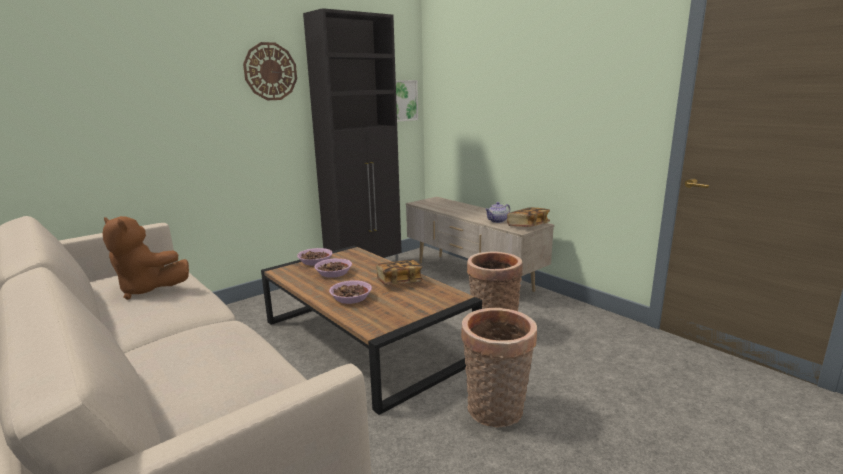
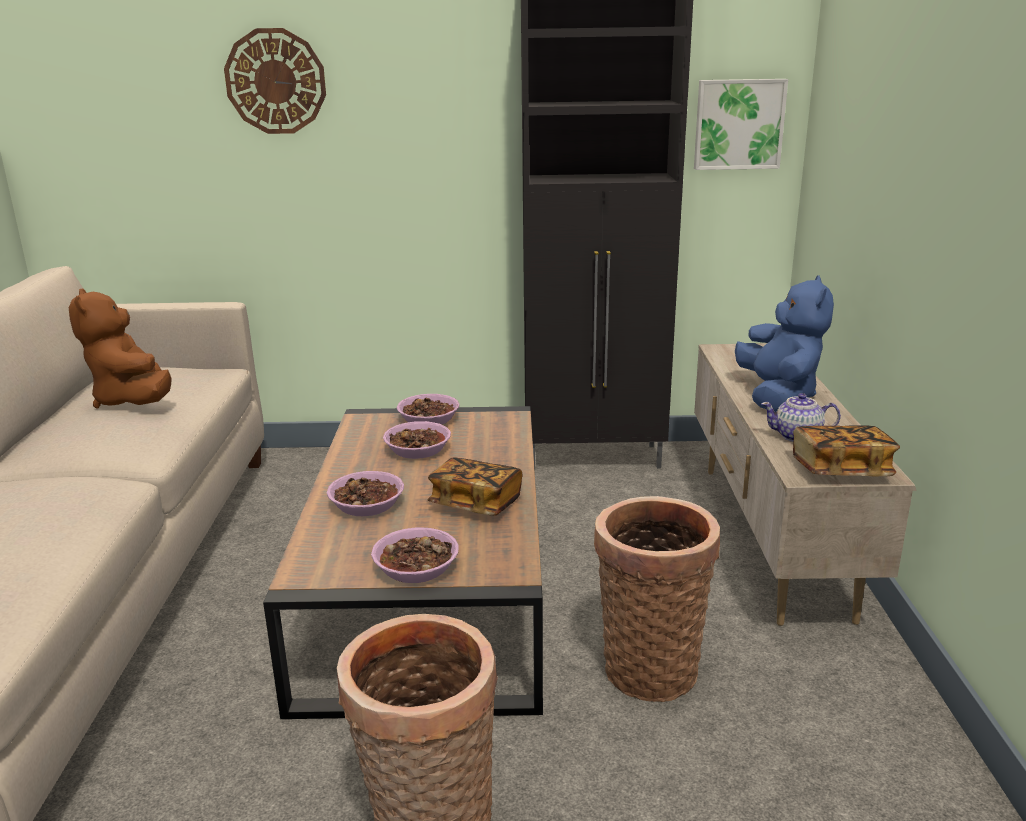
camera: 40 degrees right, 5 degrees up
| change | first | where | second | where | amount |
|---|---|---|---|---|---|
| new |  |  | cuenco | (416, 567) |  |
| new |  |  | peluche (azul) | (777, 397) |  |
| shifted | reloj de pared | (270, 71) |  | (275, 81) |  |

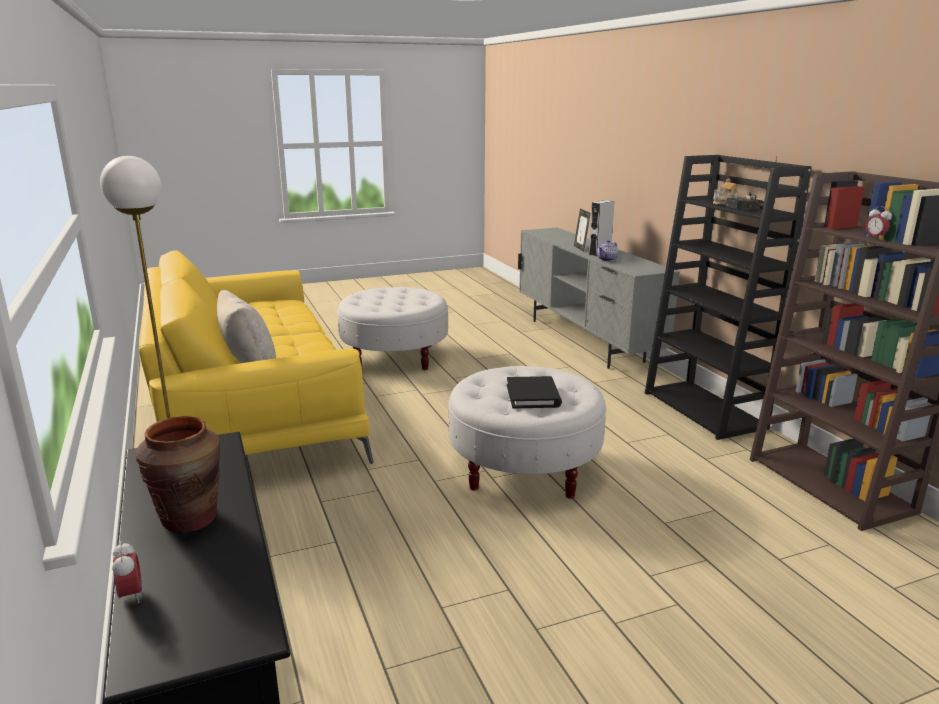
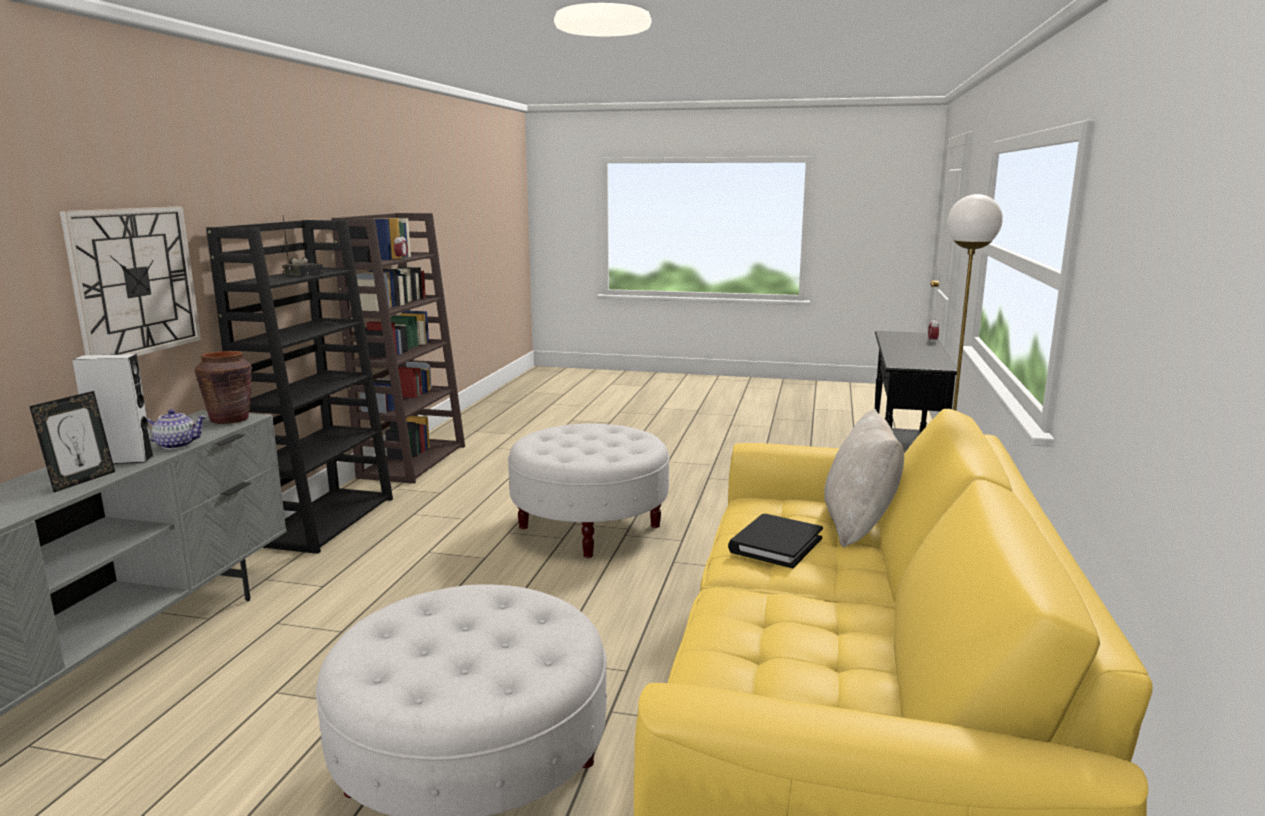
camera: 145 degrees left, 5 degrees down
| change | first | where | second | where | amount |
|---|---|---|---|---|---|
| gone | tetera | (724, 203) |  |  |  |
| new |  |  | reloj de pared | (135, 282) |  |
| shifted | florero (marrón) | (189, 519) |  | (230, 420) |  |
| shifted | libro (negro) | (533, 396) |  | (775, 545) |  |

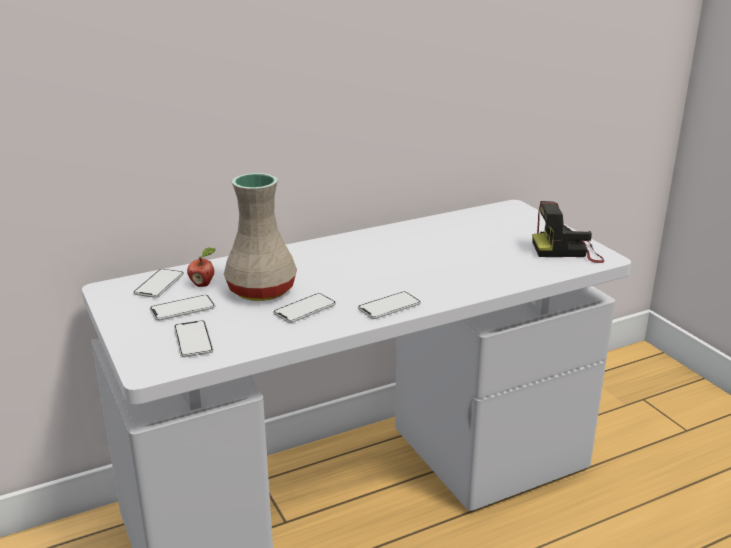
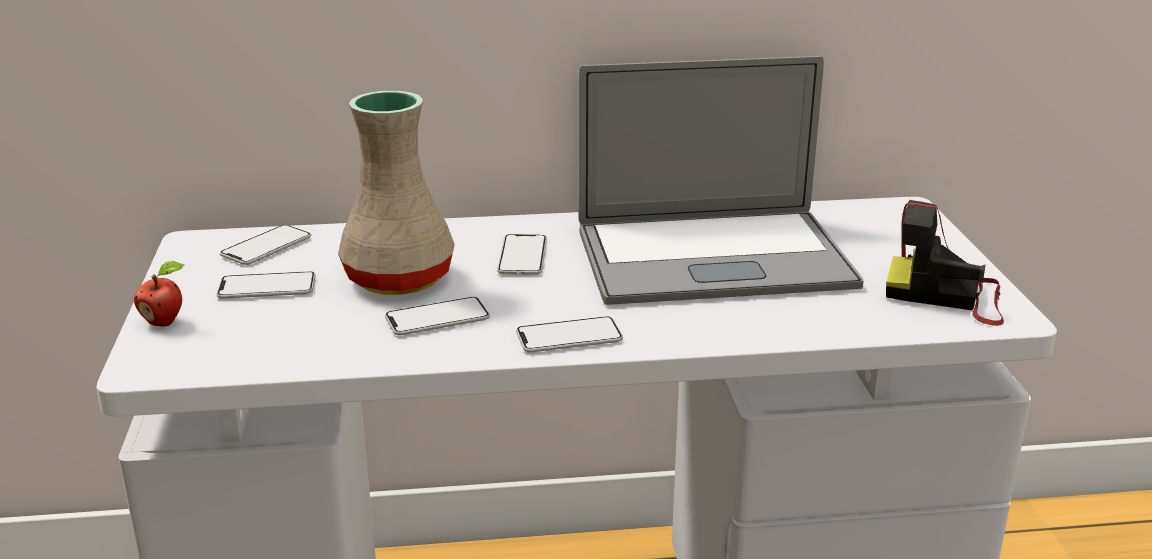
camera: 20 degrees right, 0 degrees up
| change | first | where | second | where | amount |
|---|---|---|---|---|---|
| new |  |  | portátil | (713, 258) |  |
| shifted | móvil | (193, 340) |  | (522, 256) |  |
| shifted | manzana | (203, 284) |  | (165, 322) |  |

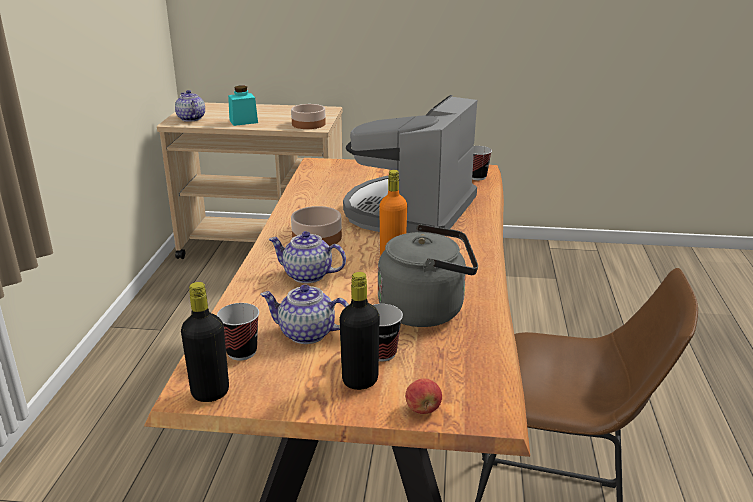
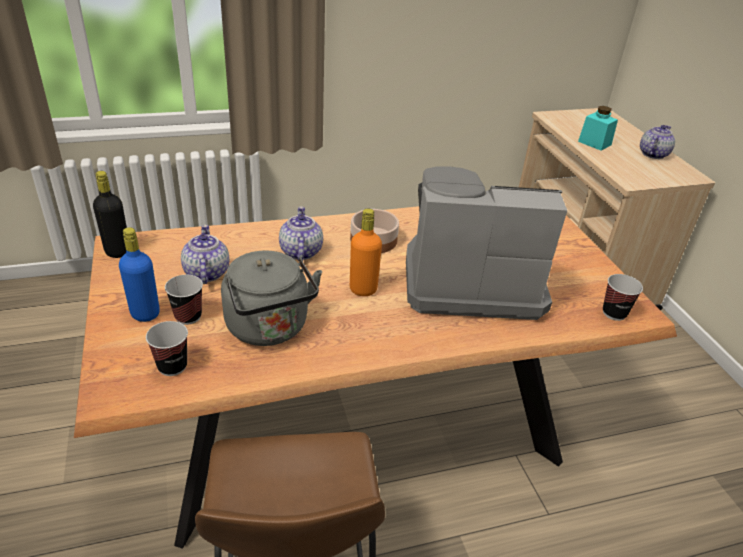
camera: 65 degrees right, 10 degrees up
| change | first | where | second | where | amount |
|---|---|---|---|---|---|
| gone | cuenco | (308, 124) |  |  |  |
| gone | manzana | (423, 409) |  |  |  |
| shifted | tetera | (190, 118) |  | (652, 154) |  |
| shifted | taza | (241, 352) |  | (172, 366) |  |
| repainted | botella (negro) | (360, 380) | botella (azul) | (145, 313) |  |

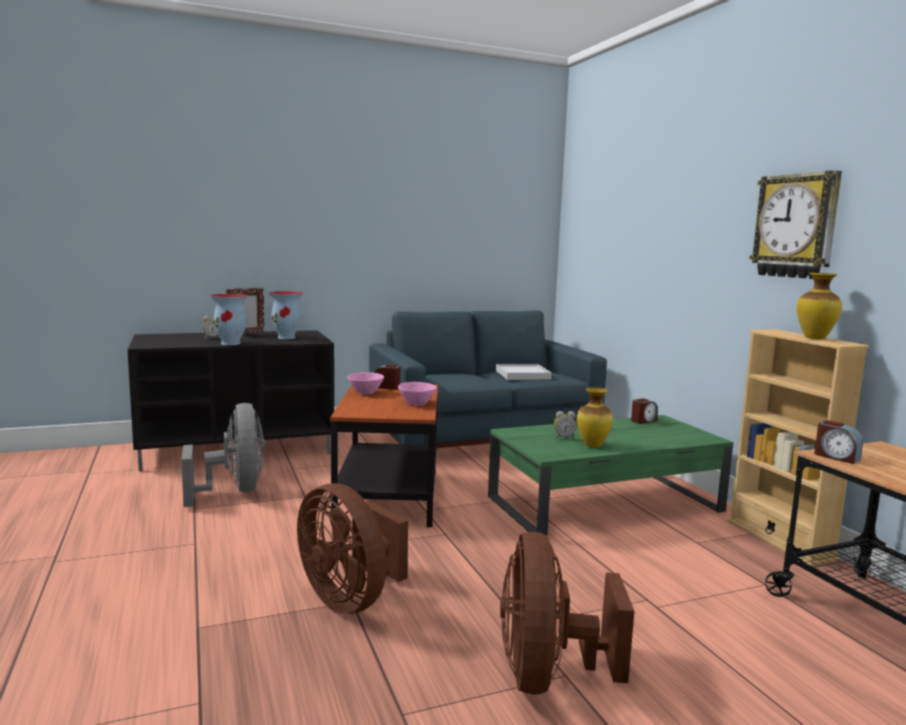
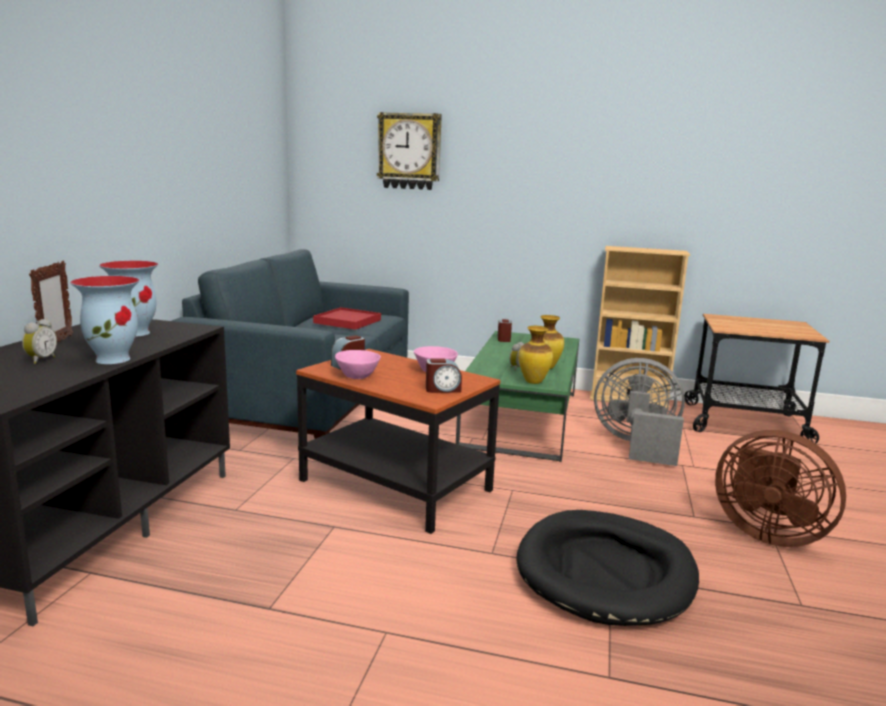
camera: 55 degrees left, 5 degrees up
| change | first | where | second | where | amount |
|---|---|---|---|---|---|
| shifted | ventilador (gris) | (234, 491) |  | (636, 445) |  |
| shifted | reloj de pared | (796, 226) |  | (409, 151) |  |
| shifted | florero | (814, 338) |  | (533, 382) |  |
| shifted | despertador | (836, 457) |  | (443, 389) |  |
| swapped | ventilador (marrón) | (350, 599) | cama para perro (negro) | (605, 572) |  |
| repainted | bandeja (blanco) | (522, 375) | bandeja (rojo) | (347, 321) |  |

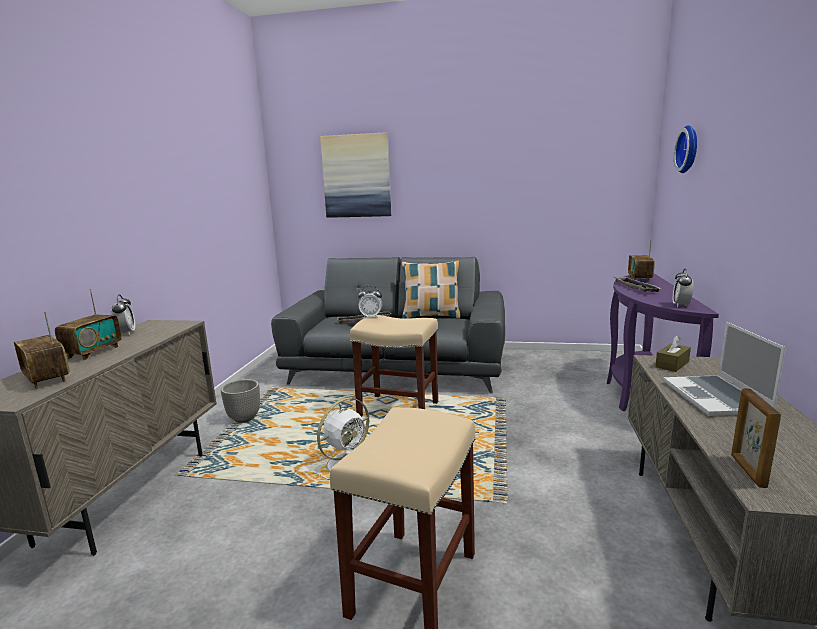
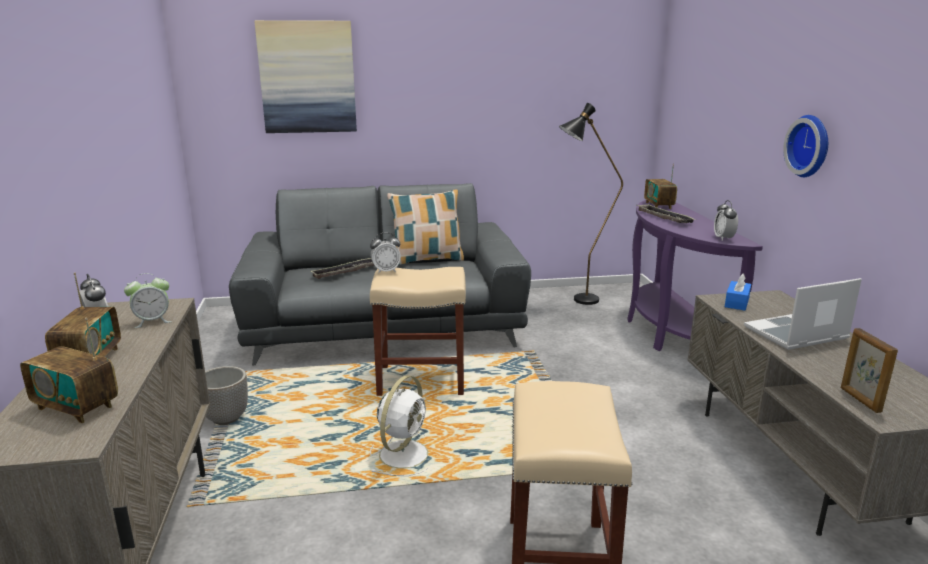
camera: 20 degrees left, 5 degrees up
| change | first | where | second | where | amount |
|---|---|---|---|---|---|
| new |  |  | despertador | (152, 321) |  |
| new |  |  | lámpara de pie (negro) | (577, 301) |  |
| shifted | reloj de pared | (689, 149) |  | (811, 146) |  |
| repainted | caja de pañuelos (marrón) | (672, 364) | caja de pañuelos (azul) | (736, 302) |  |
| rotated | portátil | (717, 398) |  | (795, 334) | 90 degrees clockwise |

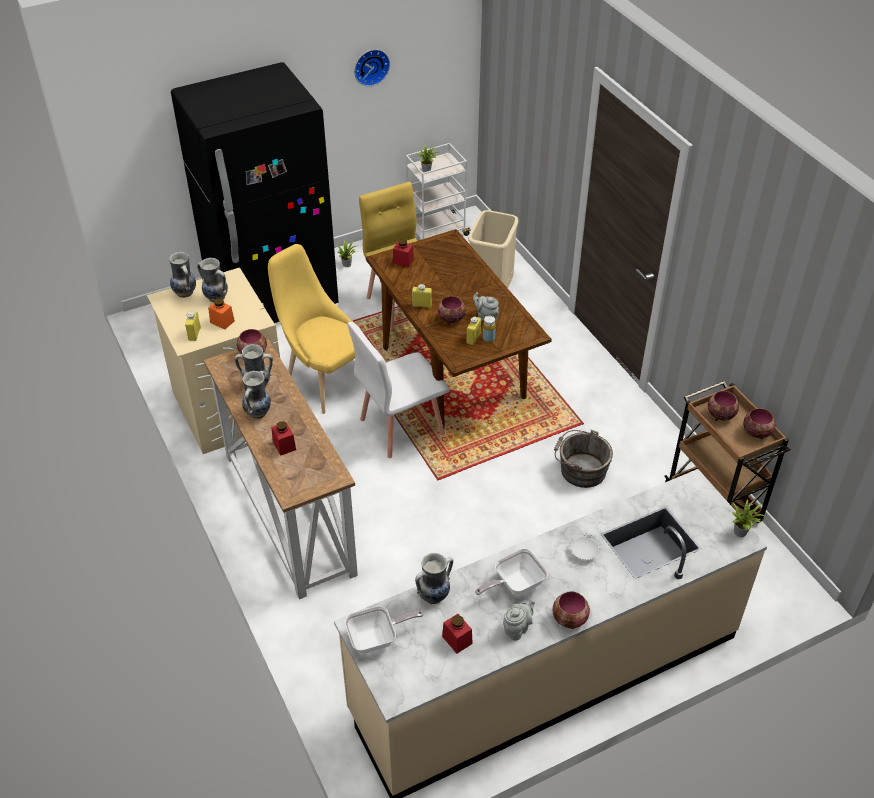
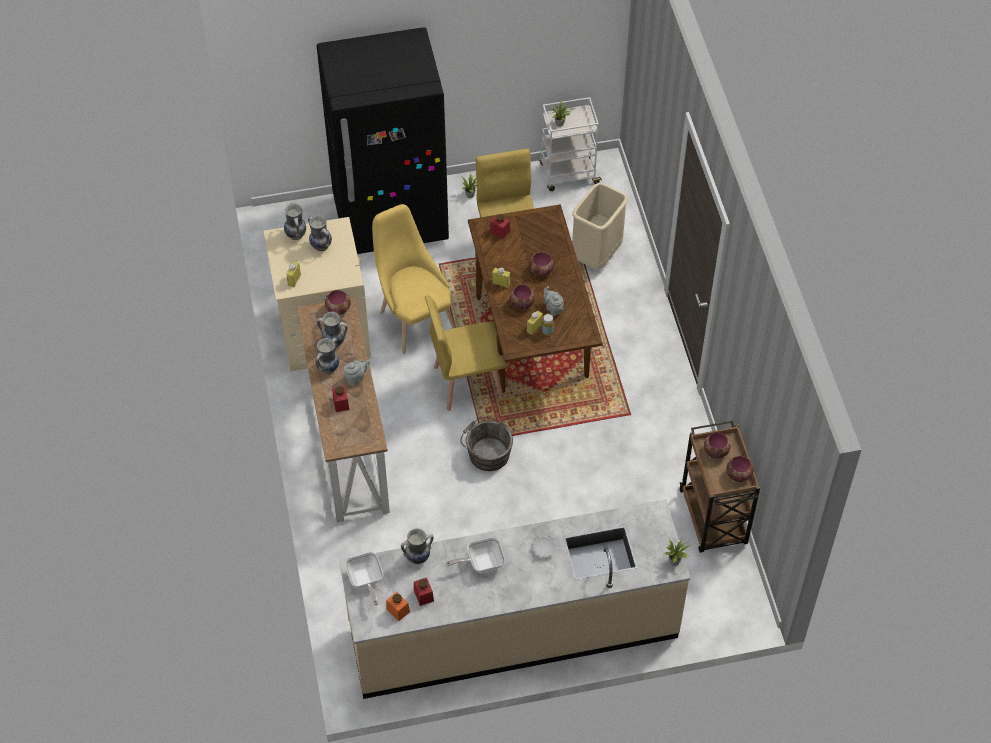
camera: 15 degrees right, 10 degrees up
| change | first | where | second | where | amount |
|---|---|---|---|---|---|
| gone | reloj de pared | (370, 66) |  |  |  |
| shifted | tarro (naranja) | (222, 322) |  | (398, 610) |  |
| shifted | tetera (gris) | (517, 628) |  | (356, 378) |  |
| shifted | cuenco | (570, 620) |  | (541, 271) |  |
| shifted | cubo (gris) | (580, 469) |  | (487, 452) |  |
| repainted | silla (blanco) | (401, 426) | silla (amarillo) | (467, 382) |  |
| rotated | sartén | (377, 639) |  | (365, 581) | 75 degrees clockwise |

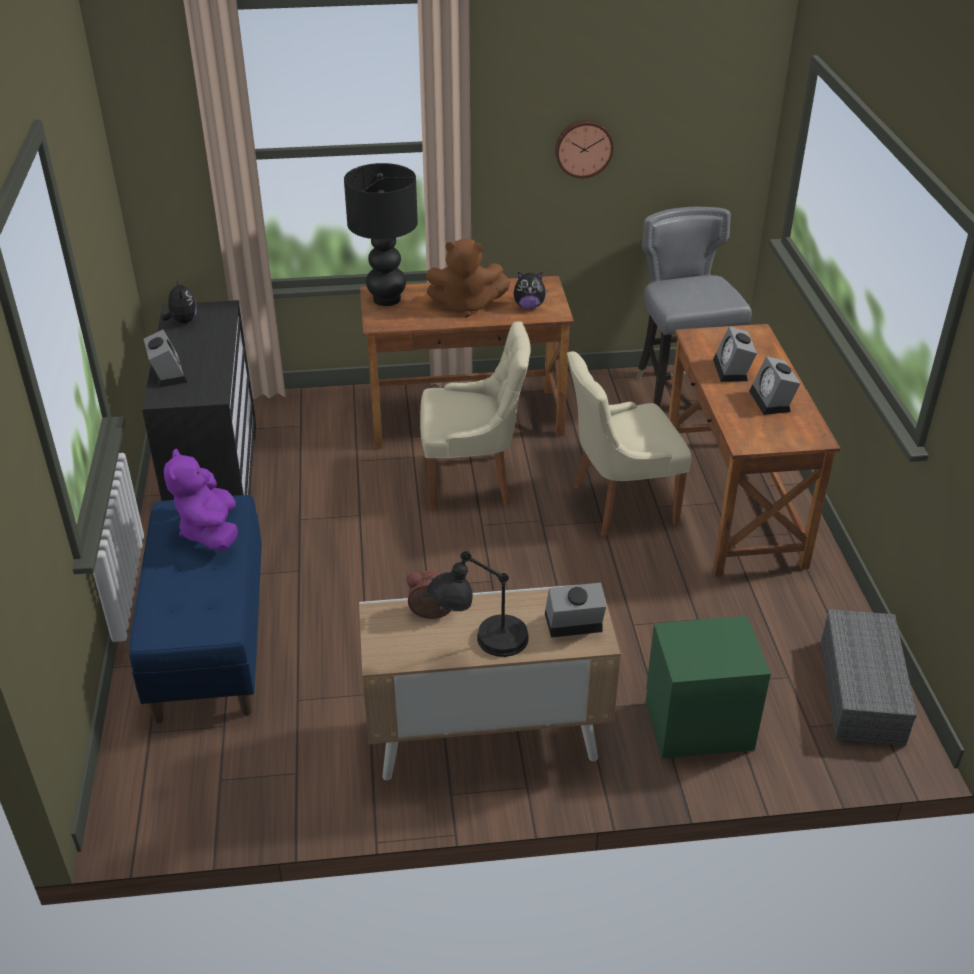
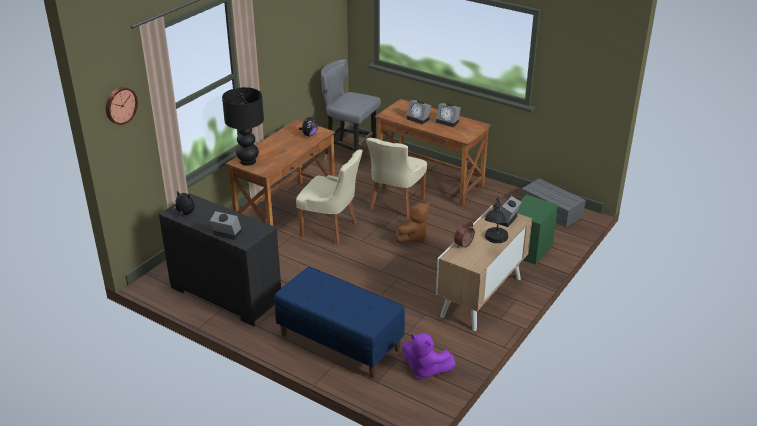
camera: 50 degrees left, 5 degrees down
| change | first | where | second | where | amount |
|---|---|---|---|---|---|
| shifted | peluche (morado) | (210, 531) |  | (425, 370) |  |
| shifted | peluche (marrón) | (466, 305) |  | (413, 237) |  |
| shifted | reloj de pared | (583, 148) |  | (120, 105) |  |
| rotated | silla (beis) | (473, 480) |  | (331, 229) | 75 degrees clockwise |

